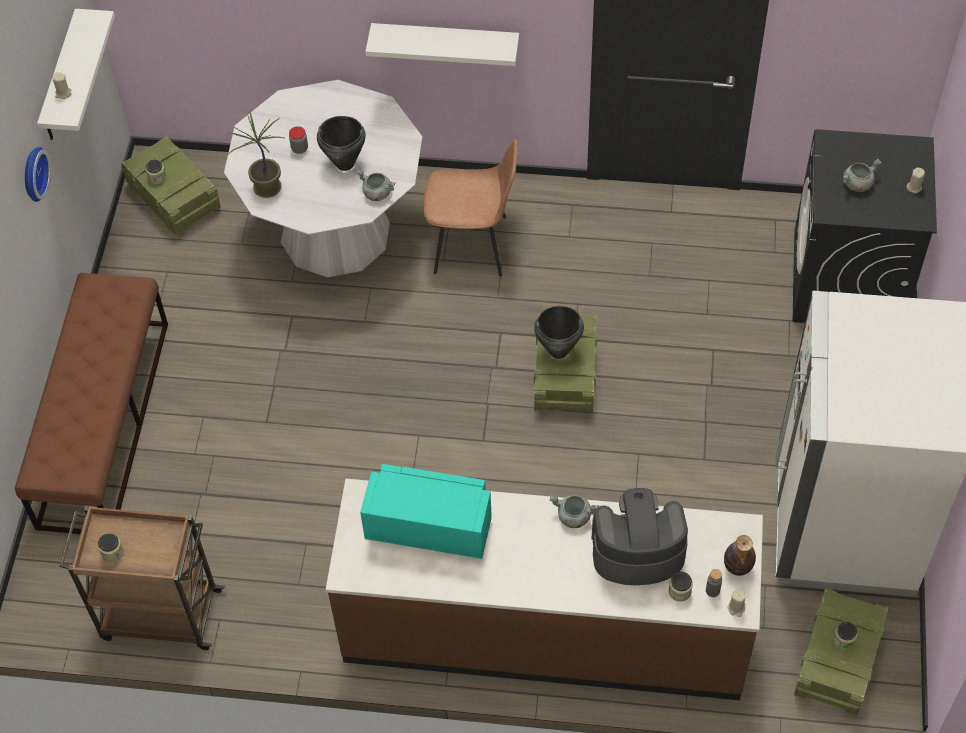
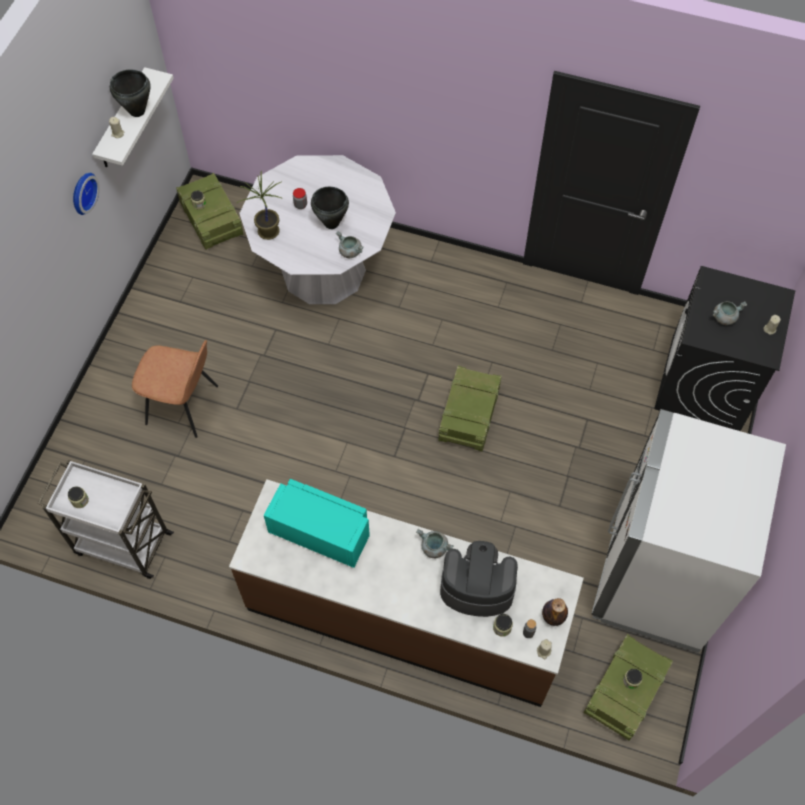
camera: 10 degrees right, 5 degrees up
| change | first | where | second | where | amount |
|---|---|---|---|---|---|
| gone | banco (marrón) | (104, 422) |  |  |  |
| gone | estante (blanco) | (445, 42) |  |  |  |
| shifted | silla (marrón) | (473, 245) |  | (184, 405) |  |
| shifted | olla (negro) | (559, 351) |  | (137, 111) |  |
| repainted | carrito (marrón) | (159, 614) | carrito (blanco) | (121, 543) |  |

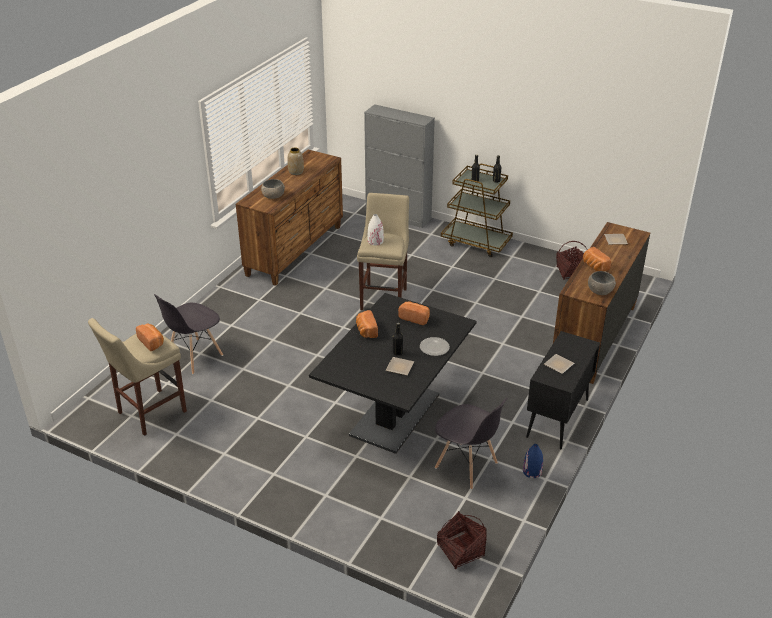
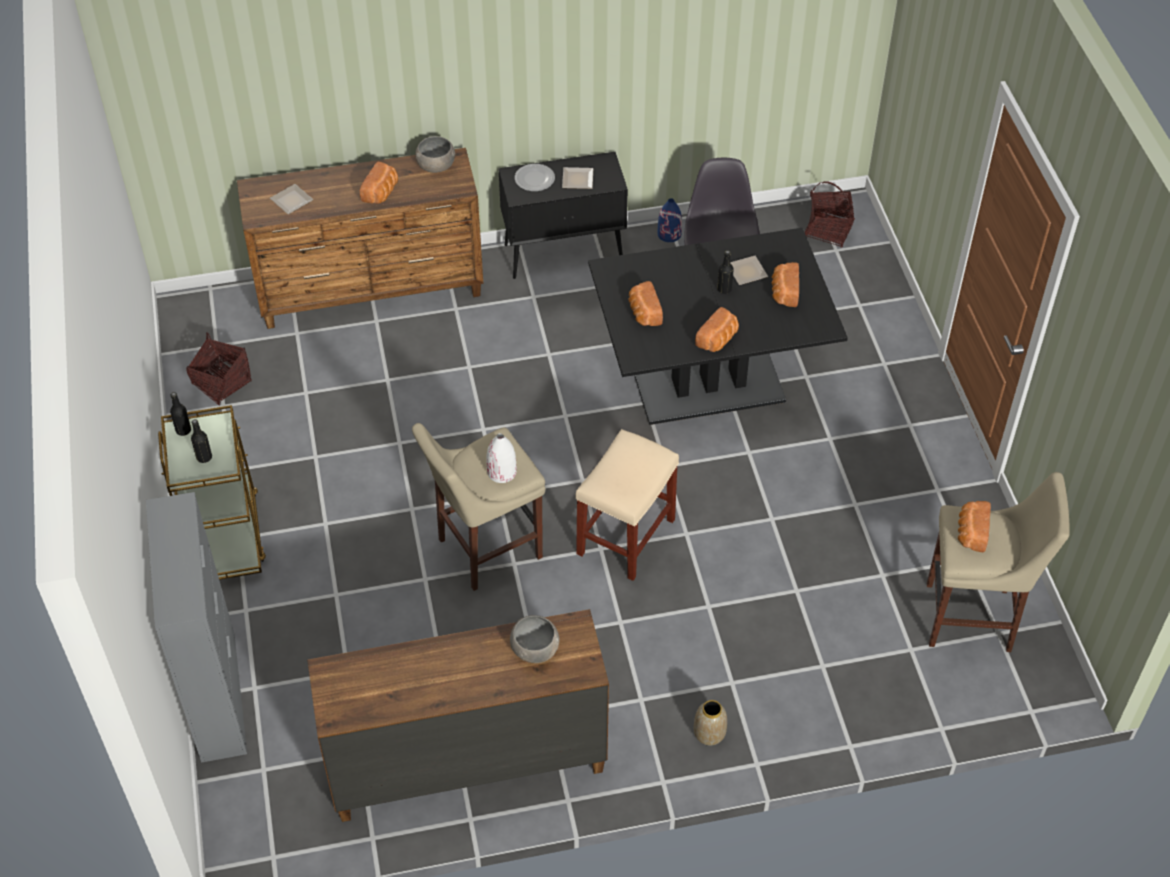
camera: 130 degrees left, 15 degrees up
| change | first | where | second | where | amount |
|---|---|---|---|---|---|
| gone | silla (gris) | (194, 357) |  |  |  |
| new |  |  | taburete (beis) | (625, 538) |  |
| new |  |  | pan | (784, 292) |  |
| shifted | florero | (295, 172) |  | (709, 734) |  |
| shifted | plato | (434, 347) |  | (534, 179) |  |

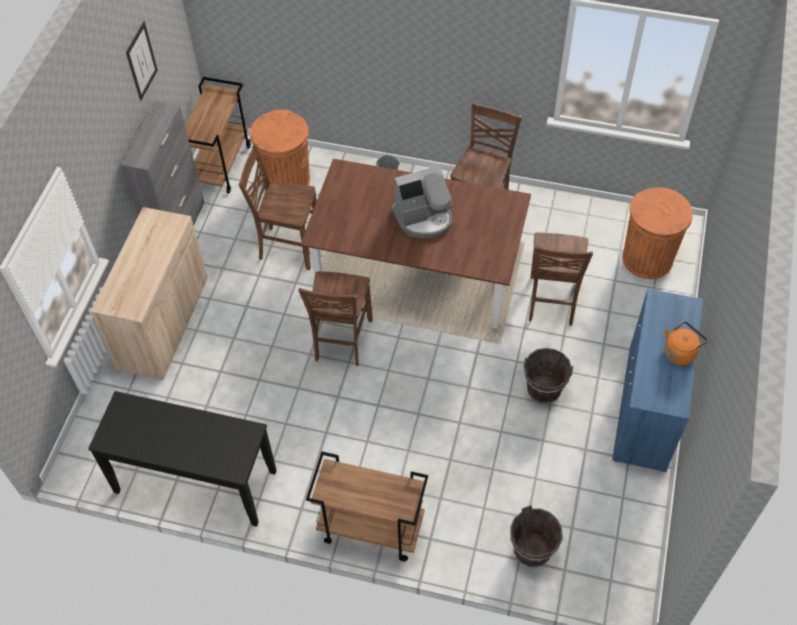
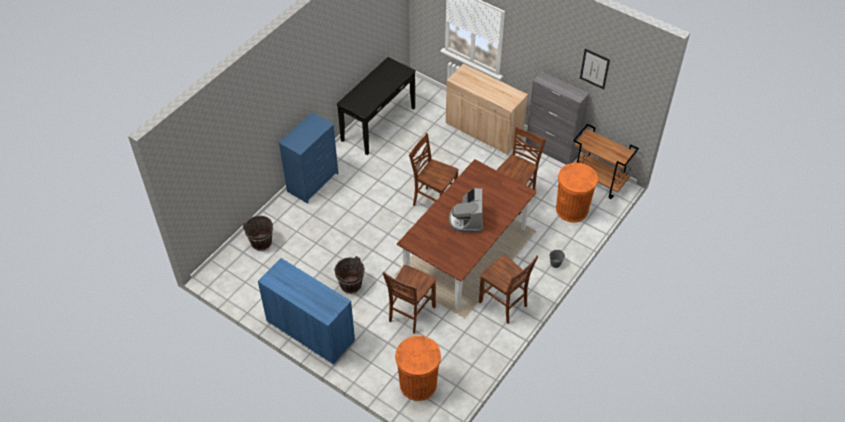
camera: 110 degrees right, 5 degrees down
| change | first | where | second | where | amount |
|---|---|---|---|---|---|
| gone | hervidor (naranja) | (680, 352) |  |  |  |
| swapped | carrito (marrón) | (370, 529) | cómoda (azul) | (313, 182) |  |
| rotated | silla (marrón) | (551, 302) |  | (410, 314) | 90 degrees counterclockwise |

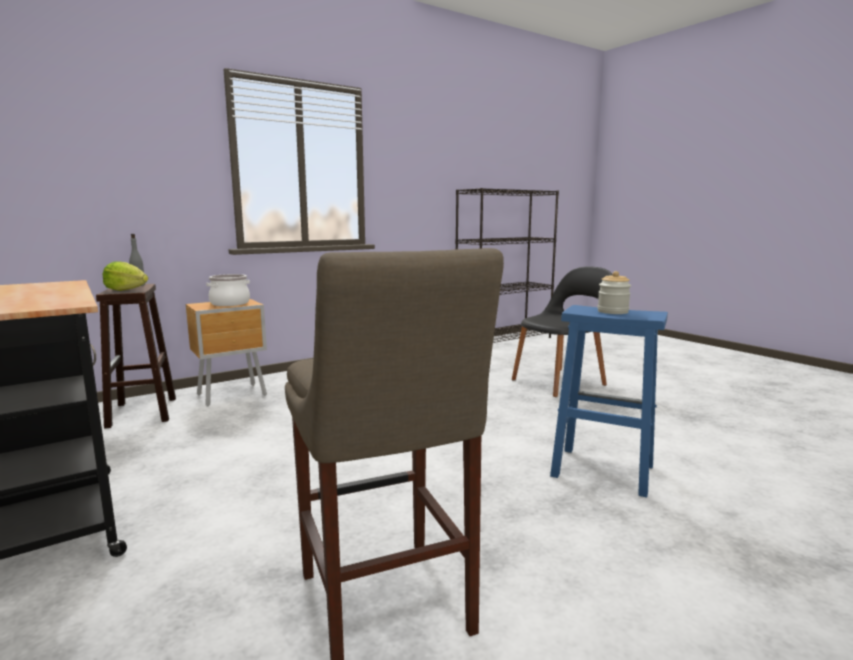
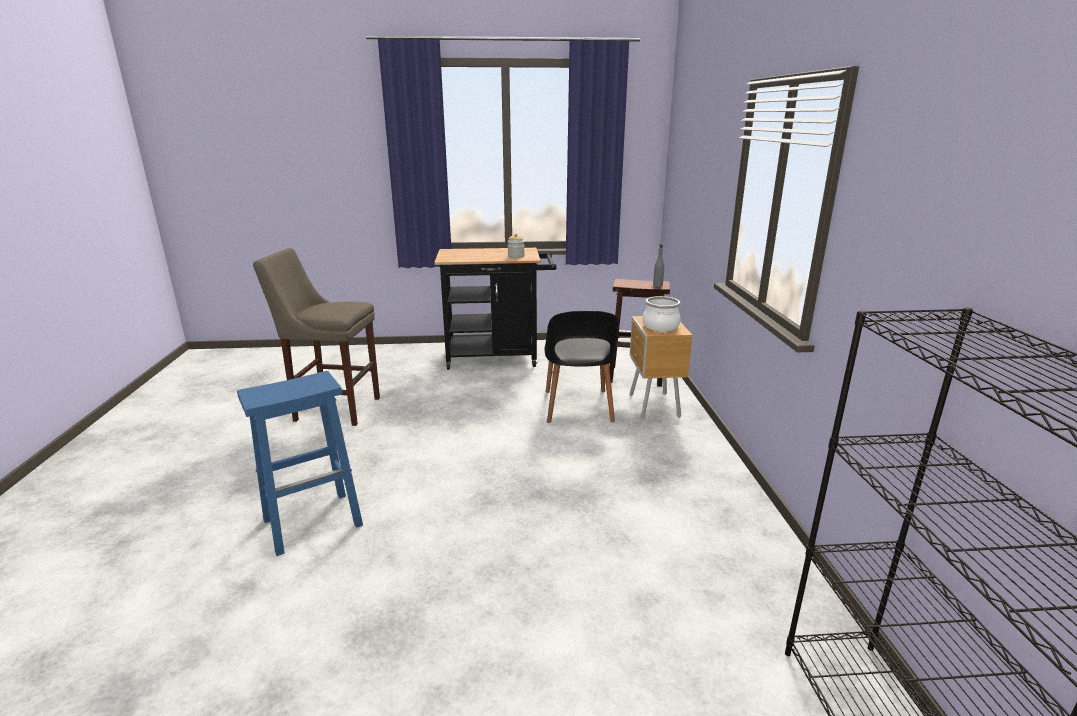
camera: 120 degrees right, 10 degrees up
| change | first | where | second | where | amount |
|---|---|---|---|---|---|
| gone | lechuga | (126, 290) |  |  |  |
| shifted | silla (negro) | (560, 382) |  | (577, 407) |  |
| shifted | tarro | (612, 312) |  | (516, 256) |  |

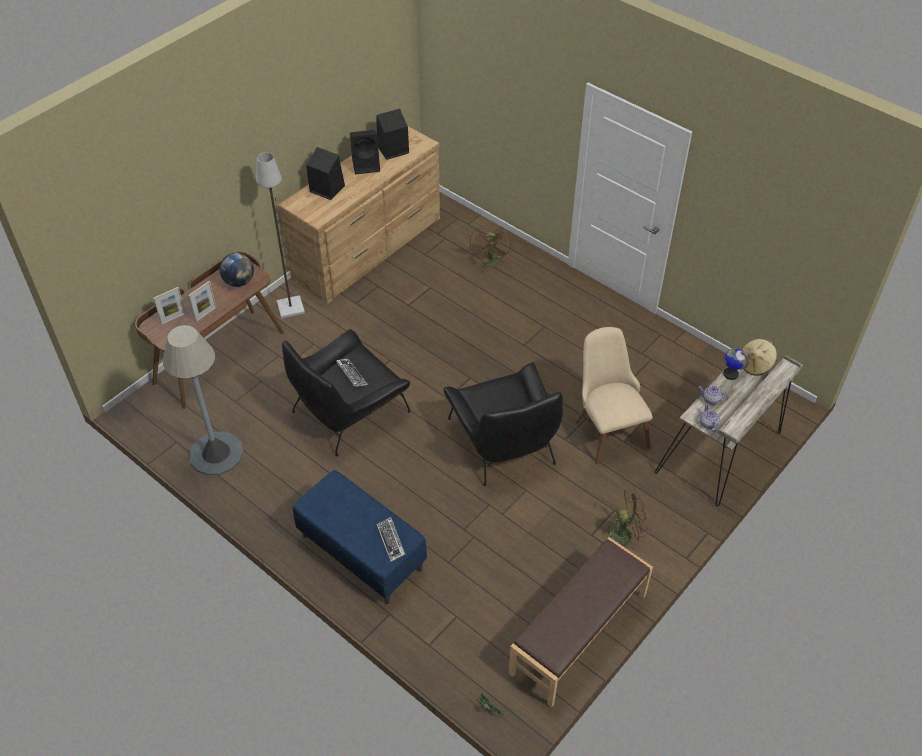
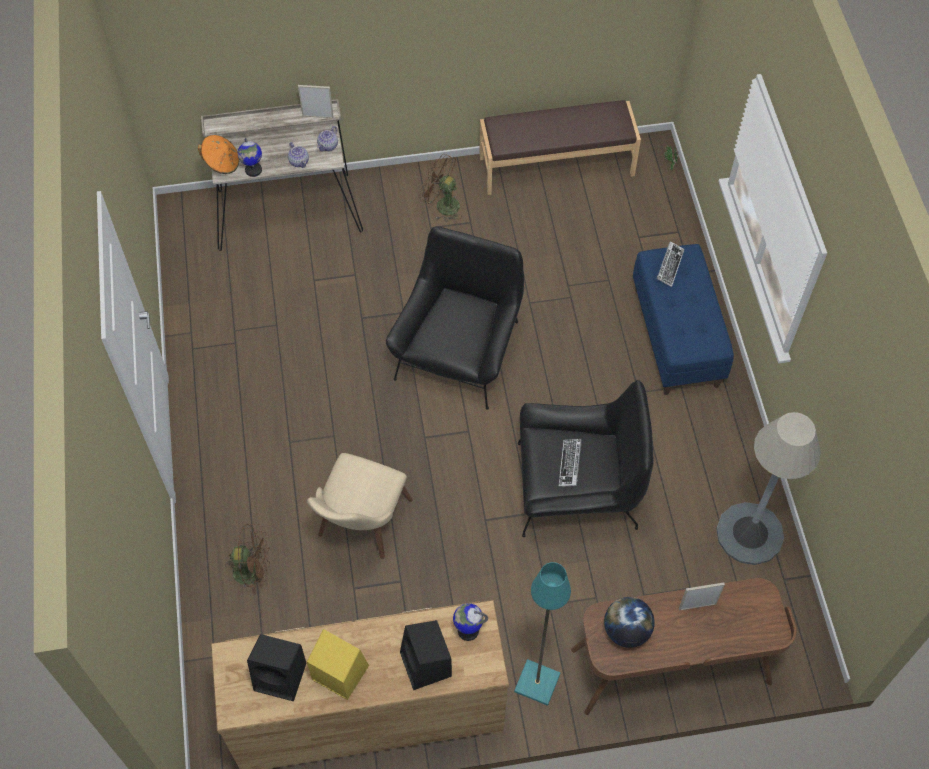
camera: 140 degrees left, 10 degrees up
| change | first | where | second | where | amount |
|---|---|---|---|---|---|
| new |  |  | globo terráqueo | (468, 630) |  |
| shifted | portarretratos | (173, 318) |  | (318, 116) |  |
| shifted | silla (beis) | (607, 427) |  | (360, 528) |  |
| repainted | lámpara de pie (gris) | (291, 307) | lámpara de pie (turquesa) | (536, 683) |  |
| repainted | altavoz (negro) | (367, 165) | altavoz (amarillo) | (339, 672) |  |
| repainted | sombrero (beis) | (755, 365) | sombrero (naranja) | (222, 163) |  |
| rotated | ventilador (marrón) | (491, 263) |  | (253, 571) | 45 degrees clockwise |

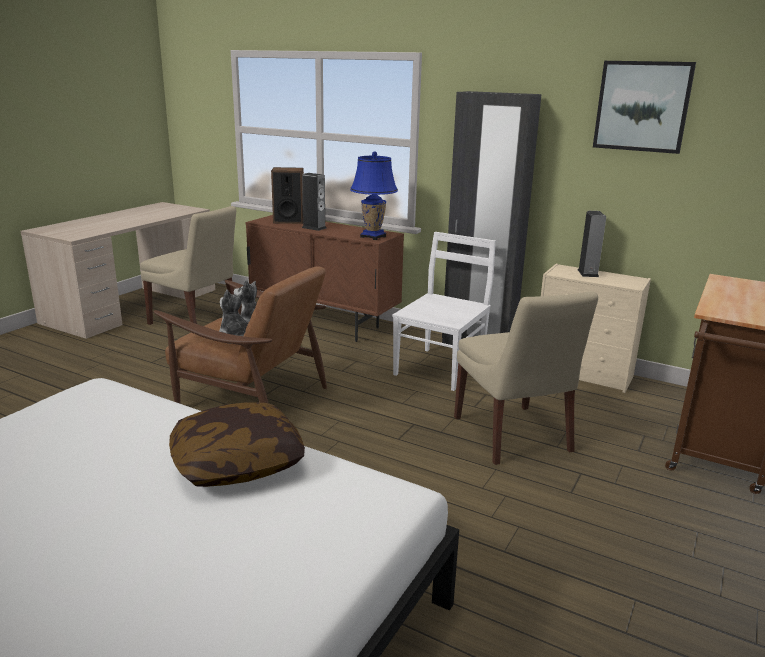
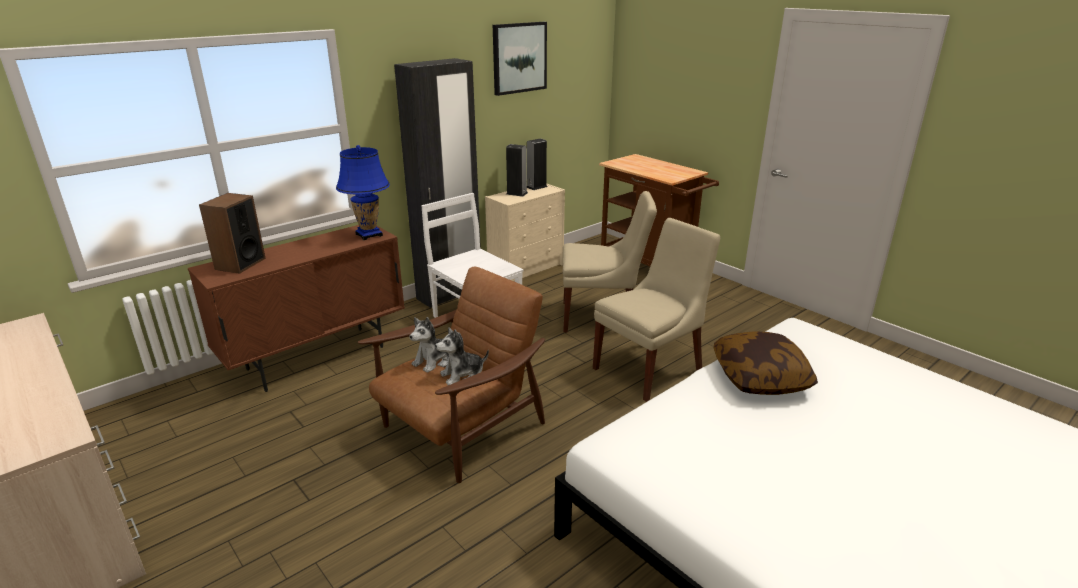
camera: 70 degrees left, 5 degrees up
| change | first | where | second | where | amount |
|---|---|---|---|---|---|
| shifted | silla (beis) | (197, 323) |  | (650, 368) |  |
| shifted | altavoz | (314, 228) |  | (536, 187) |  |

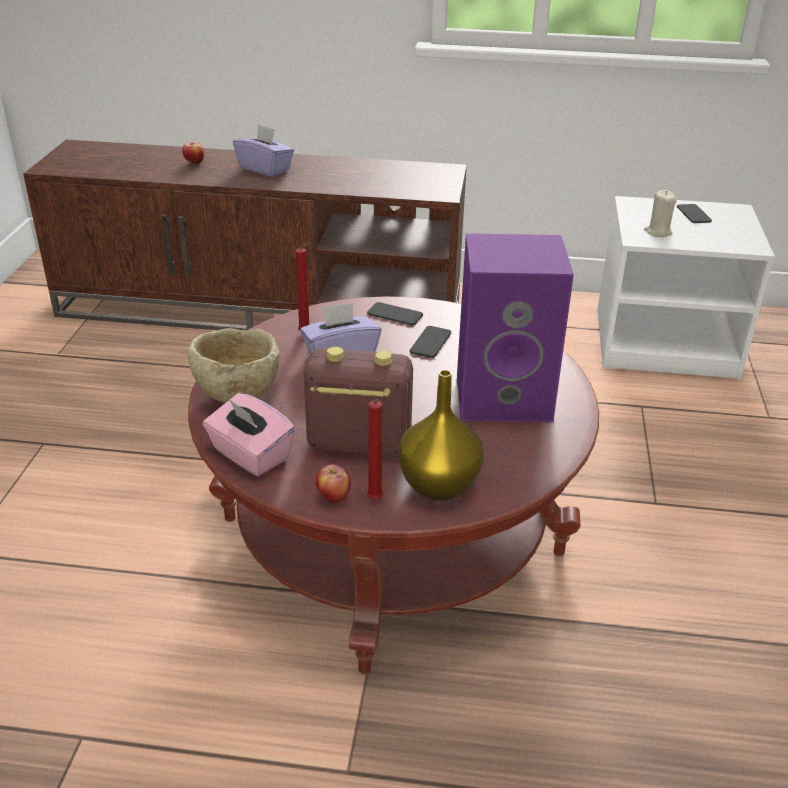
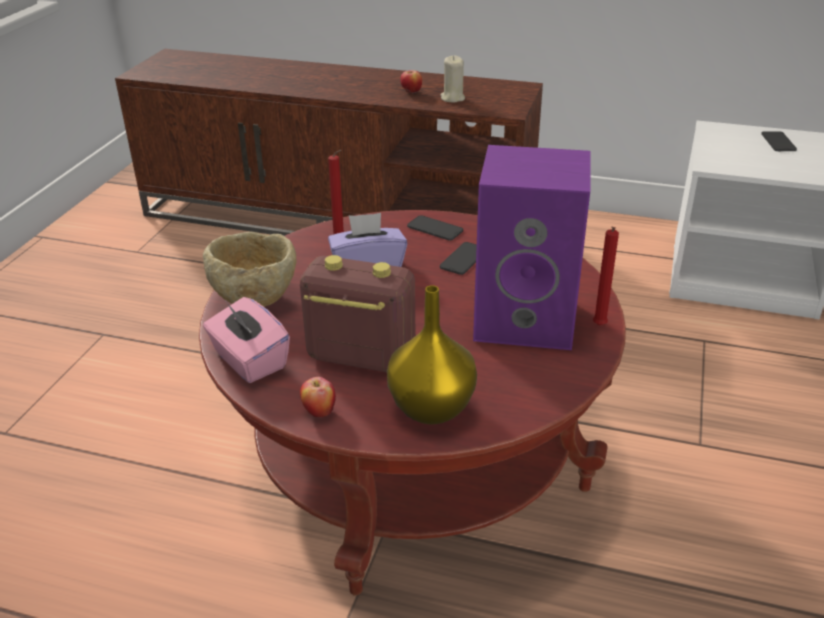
camera: 10 degrees right, 0 degrees up
| change | first | where | second | where | amount |
|---|---|---|---|---|---|
| gone | caja de pañuelos (morado) | (265, 169) |  |  |  |
| shifted | manzana | (194, 163) |  | (411, 92) |  |
| shifted | vela (rojo) | (374, 501) |  | (598, 326) |  |
| shifted | vela (beis) | (658, 232) |  | (452, 98) |  |

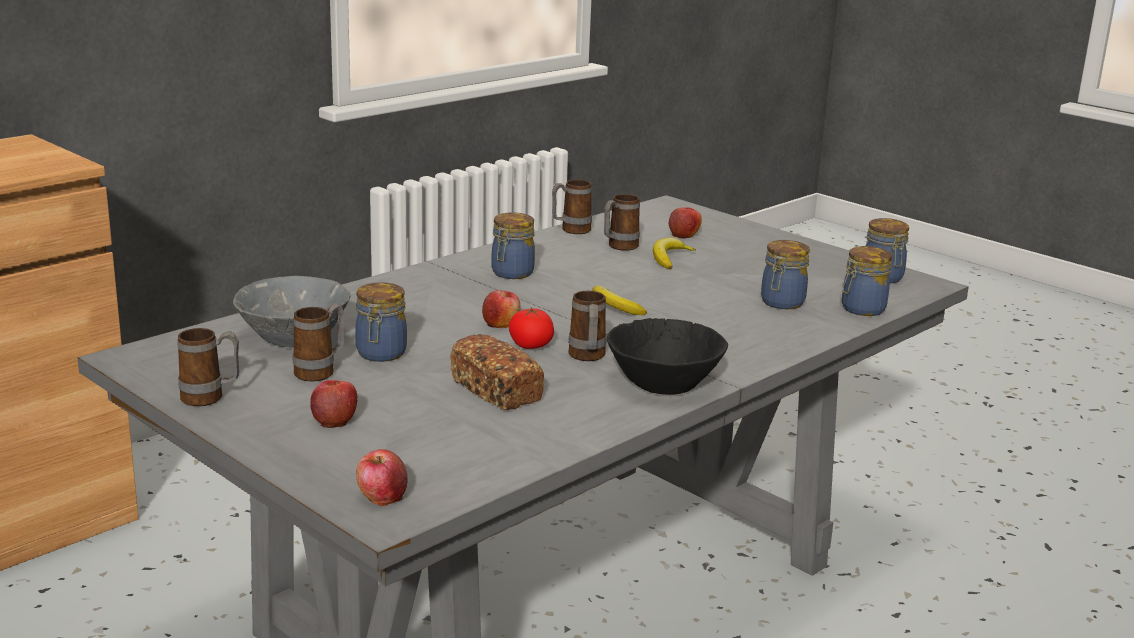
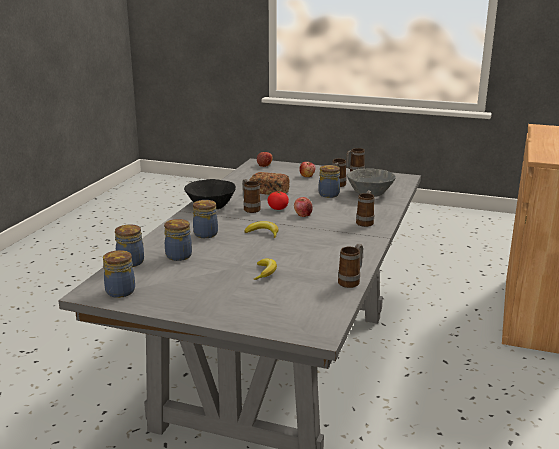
camera: 155 degrees right, 0 degrees up
| change | first | where | second | where | amount |
|---|---|---|---|---|---|
| gone | manzana | (684, 235) |  |  |  |
| shifted | tarro | (511, 273) |  | (206, 233) |  |
| shifted | taza grande | (618, 247) |  | (365, 222) |  |

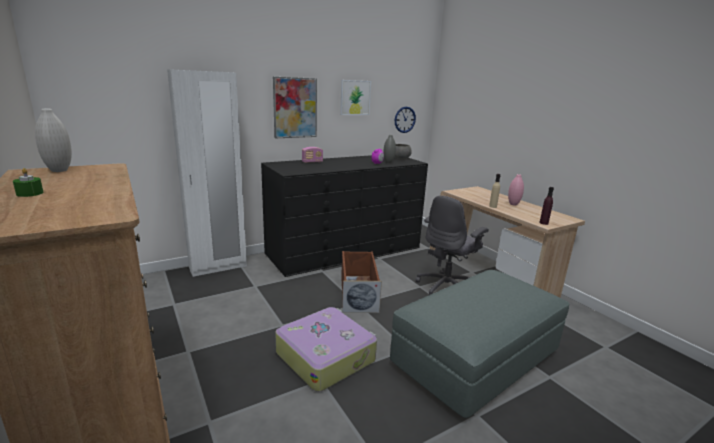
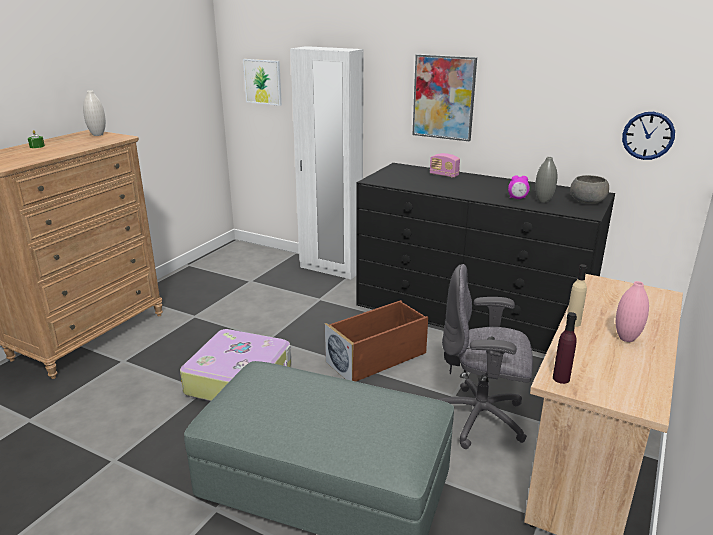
camera: 60 degrees right, 5 degrees up
| change | first | where | second | where | amount |
|---|---|---|---|---|---|
| shifted | cuadro | (355, 97) |  | (263, 82) |  |

